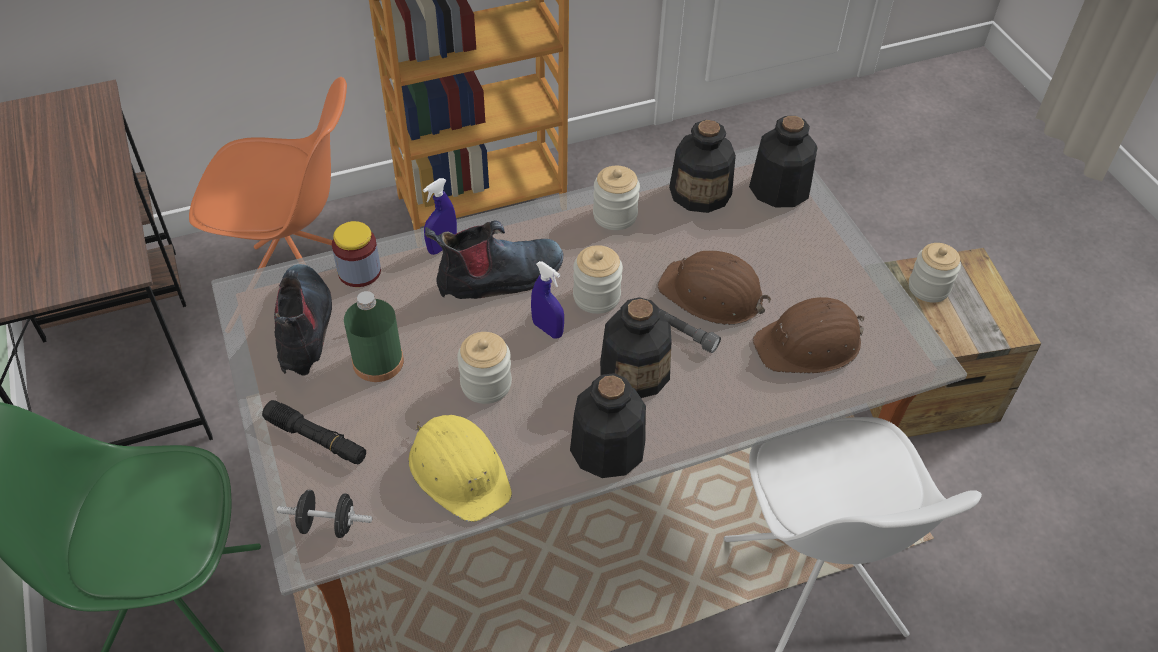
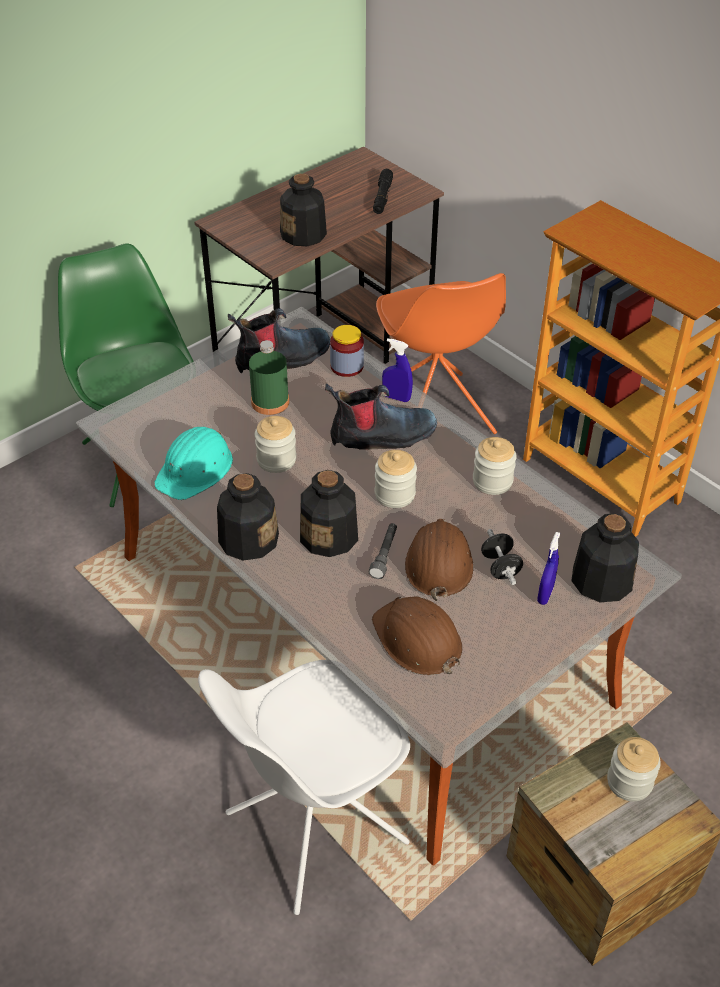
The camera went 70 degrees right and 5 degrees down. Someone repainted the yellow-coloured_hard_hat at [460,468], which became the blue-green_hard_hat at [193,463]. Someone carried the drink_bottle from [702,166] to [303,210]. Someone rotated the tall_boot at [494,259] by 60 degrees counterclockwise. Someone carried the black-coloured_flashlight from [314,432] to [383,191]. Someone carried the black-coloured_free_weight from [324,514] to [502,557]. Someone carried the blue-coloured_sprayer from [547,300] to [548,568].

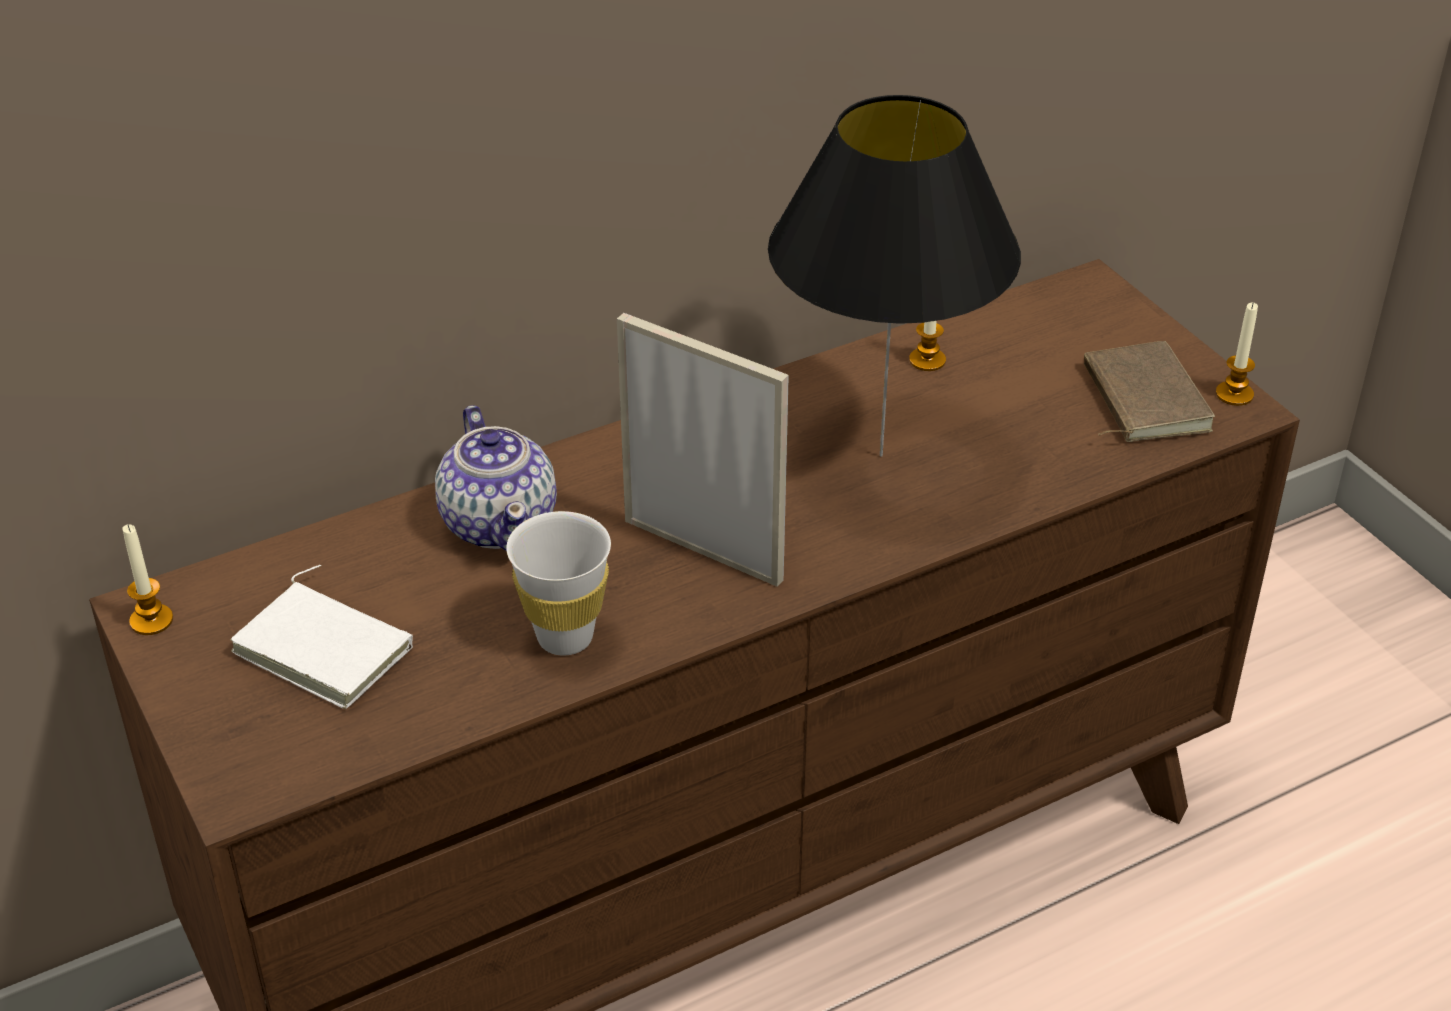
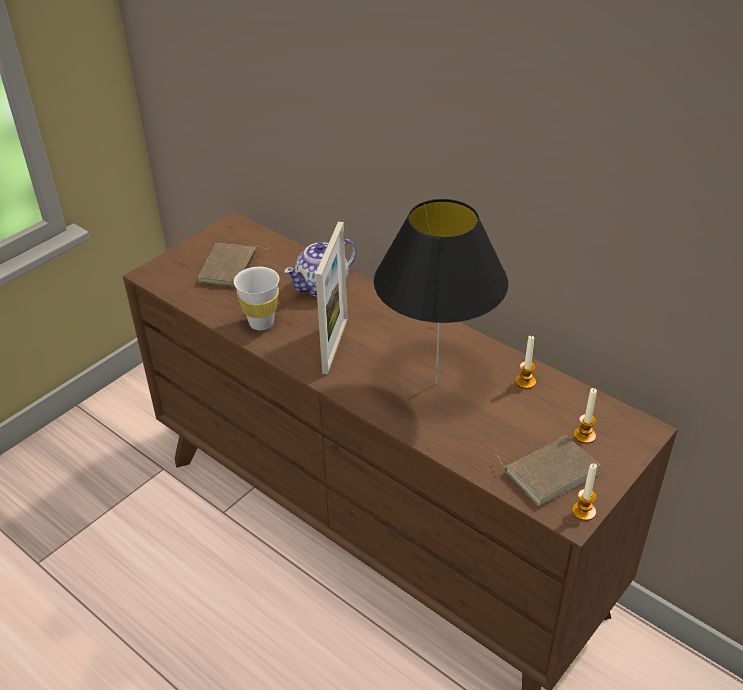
The camera went 70 degrees right and 0 degrees up. Someone repainted the whitish_bound_book at [321,637], which became the brownish_bound_book at [233,265]. Someone carried the wax_candle from [147,579] to [585,416].

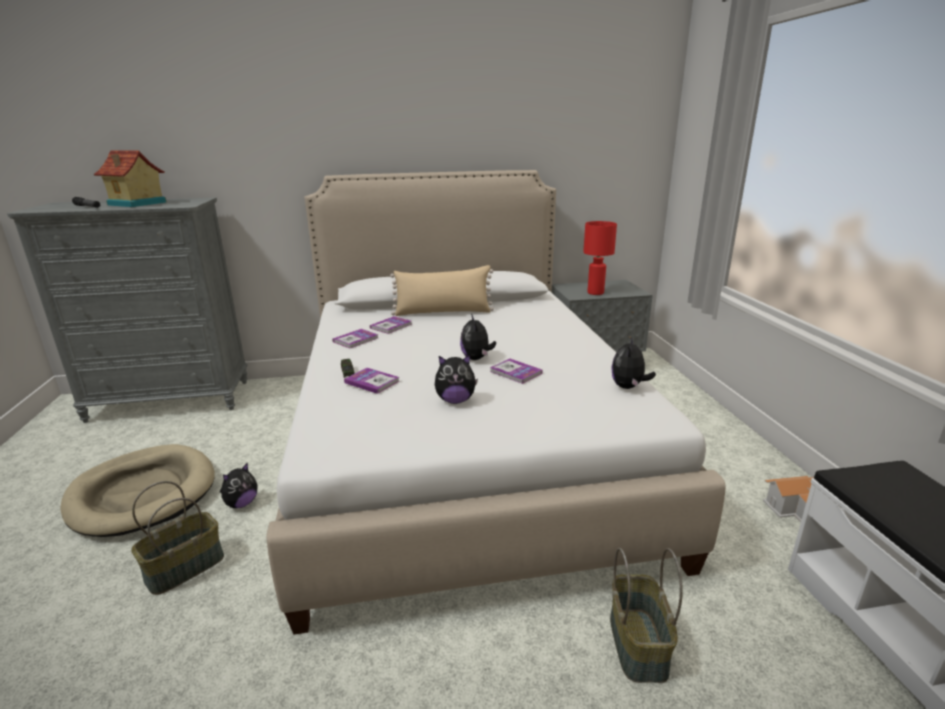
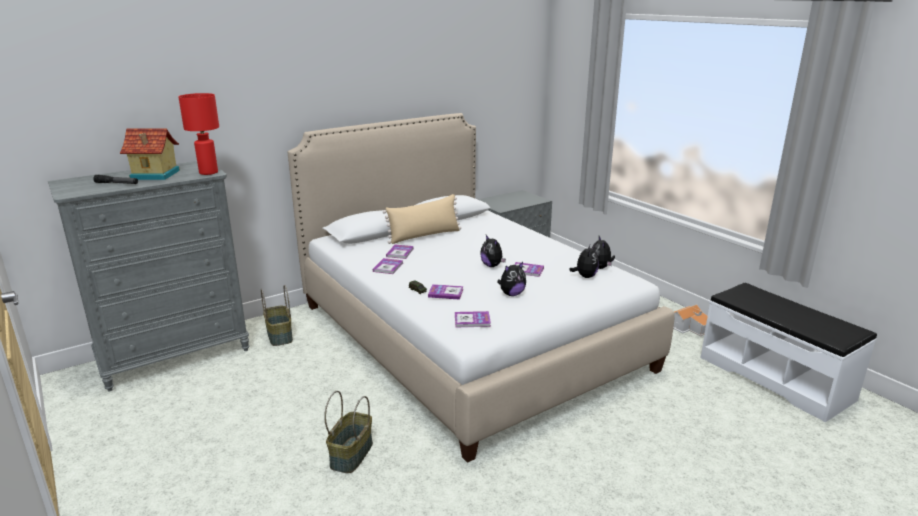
The camera went 25 degrees left and 0 degrees up. Someone carried the reddish_lamp_for_a_table from [600,258] to [198,134]. Someone carried the storage_basket from [646,615] to [277,315]. Someone put down the bound_book at [473,319]. Someone carried the soft_toy from [238,485] to [584,260]. Someone took away the beige-coloured_pet_bed at [138,490].

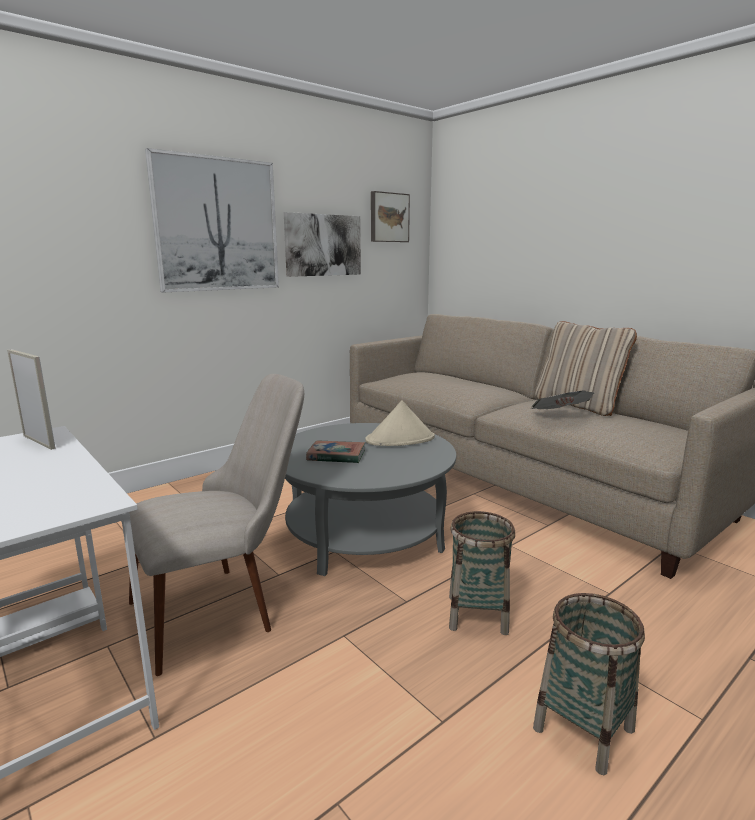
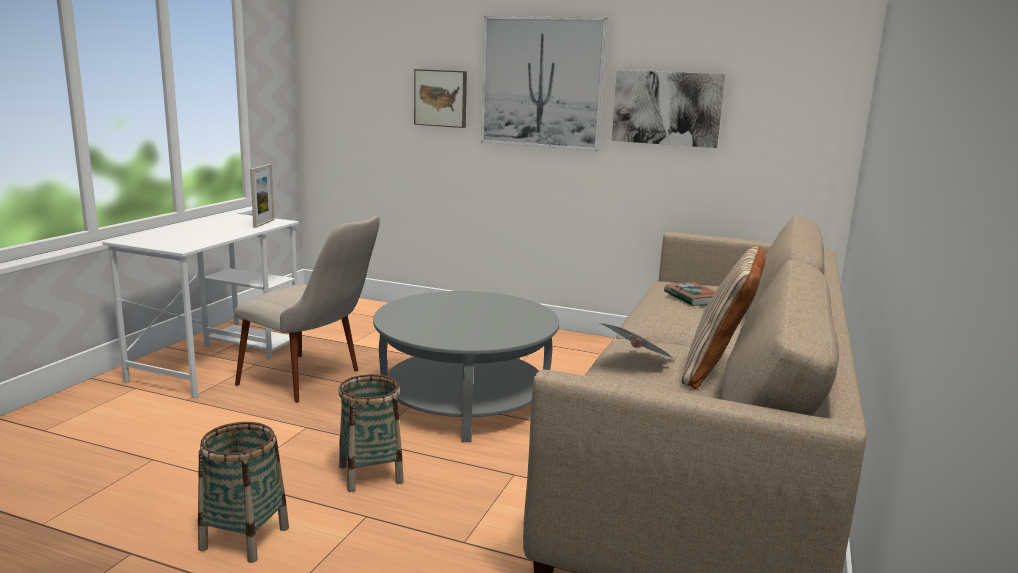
The camera went 60 degrees right and 0 degrees up. Someone carried the wall_art from [390,216] to [440,98]. Someone carried the bound_book from [335,451] to [689,294]. Someone took away the beige-coloured_hat at [400,423].

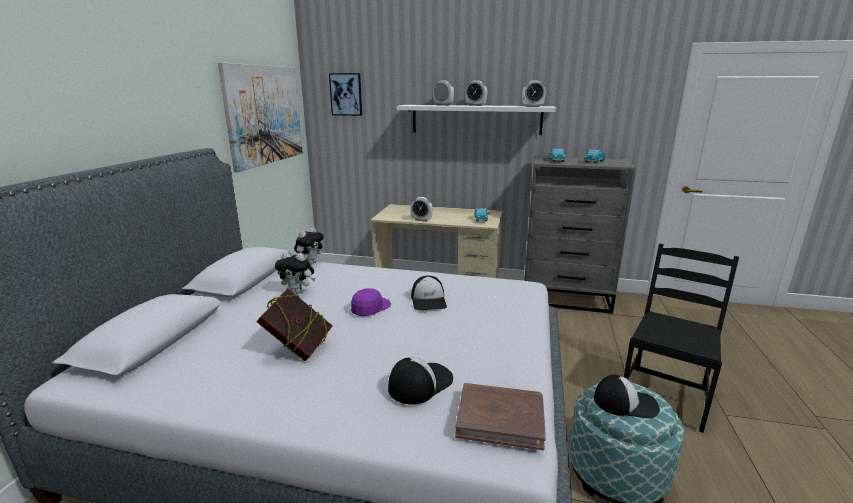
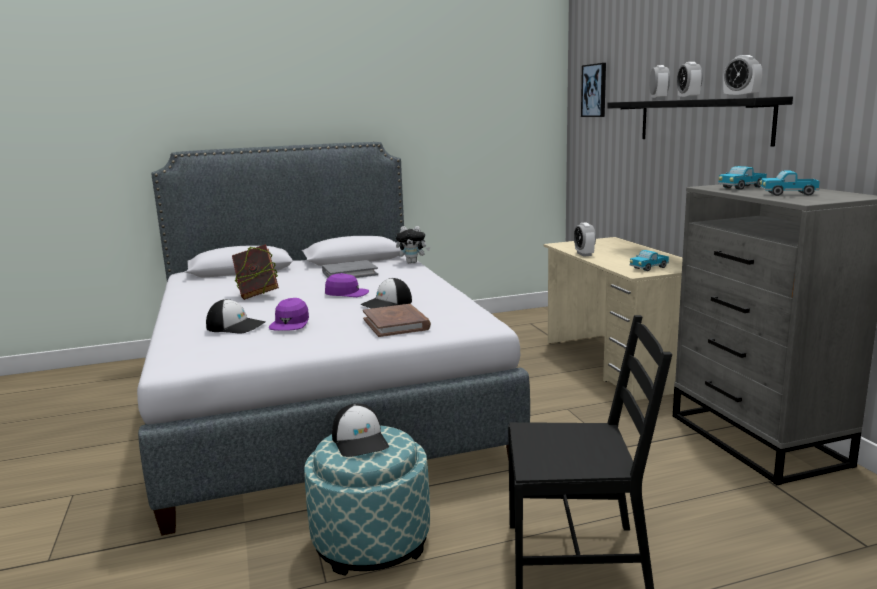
The camera went 60 degrees right and 5 degrees down. Someone put down the purple-coloured_cap at [289,314]. Someone swapped the soft_toy at [295,273] for the gray_bound_book at [350,269]. Someone carried the brownish_bound_book from [500,416] to [397,320]. Someone repainted the whitish_shelf at [476,120], which became the black-coloured_shelf at [700,121]. Someone took away the wall_art at [260,117].

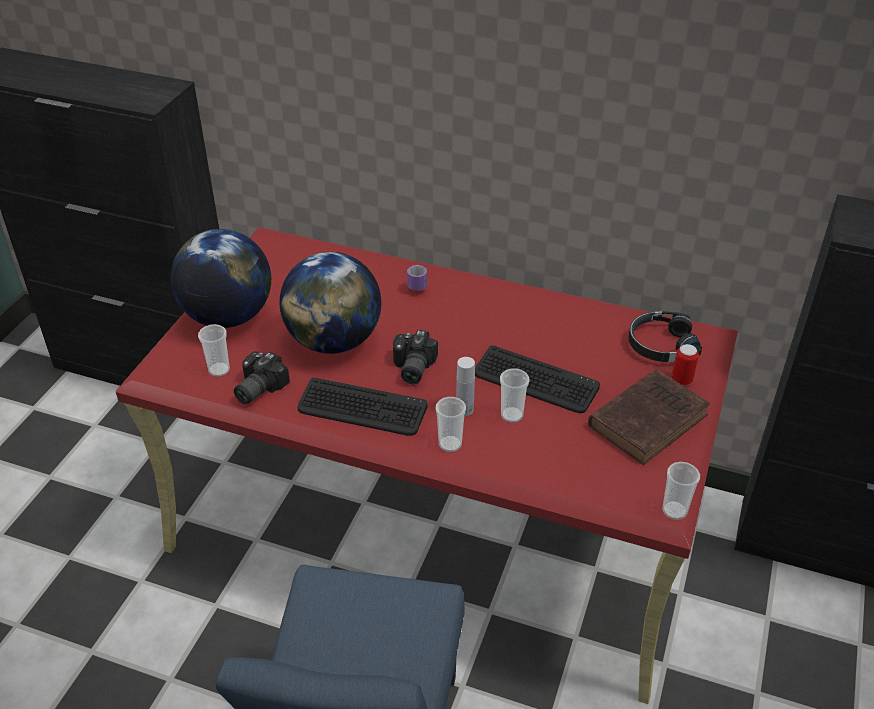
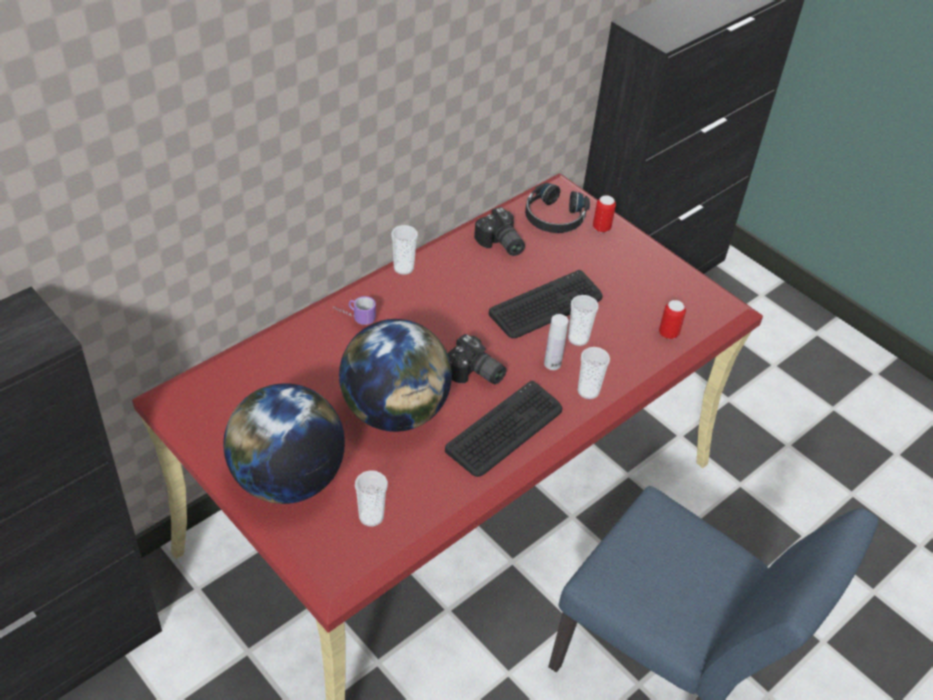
The camera went 65 degrees left and 5 degrees up. Someone carried the cup from [681,491] to [404,250]. Someone carried the photo_camera from [262,377] to [499,231]. Someone put down the can at [672,319]. Someone took away the brownish_bound_book at [649,417].

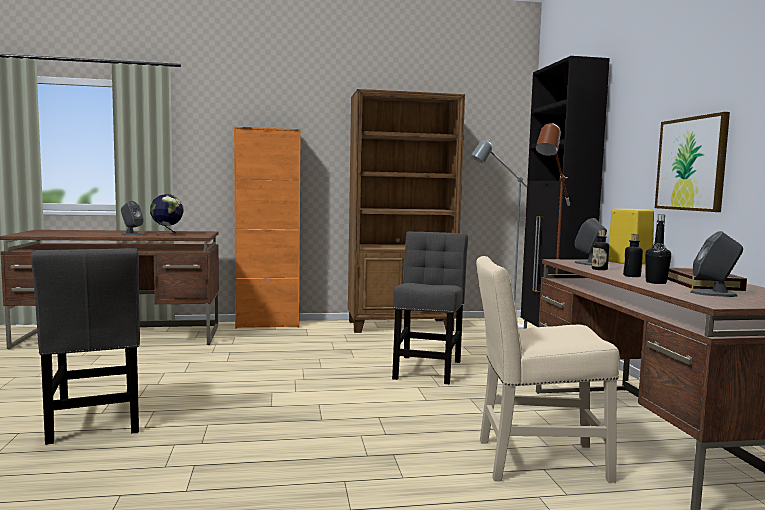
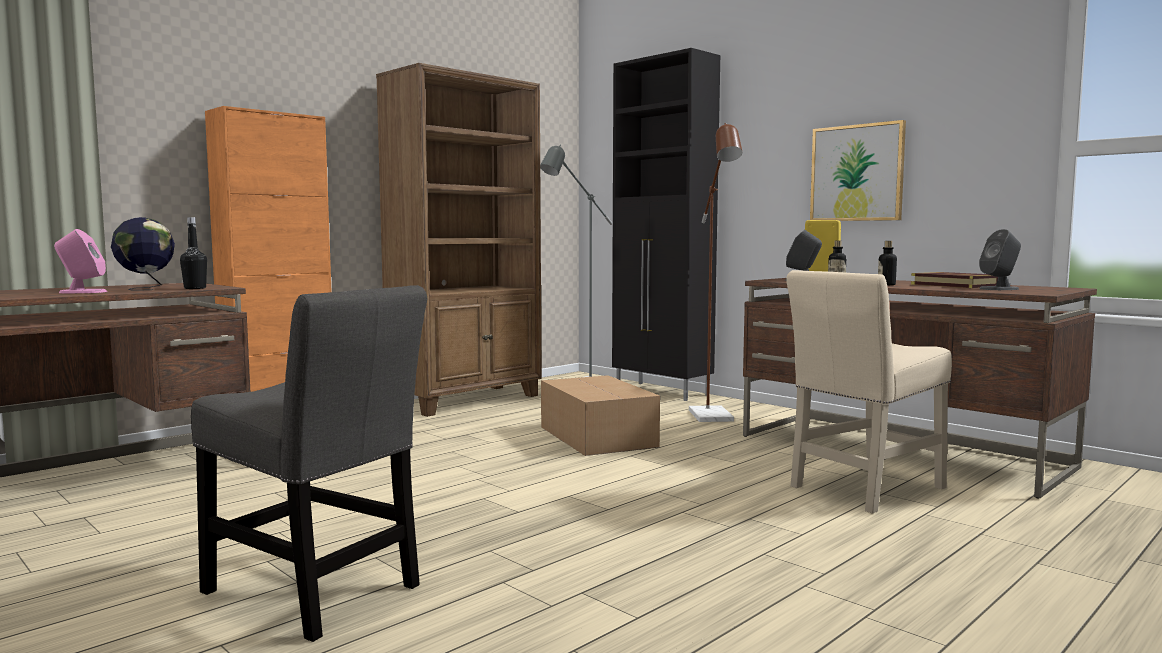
The camera went 35 degrees left and 0 degrees up. Someone repainted the gray_speaker at [132,218], which became the pink_speaker at [80,261]. Someone carried the black-coloured_drink_bottle from [658,249] to [193,253]. Someone swapped the gray_chair at [430,308] for the packing_box at [600,415].

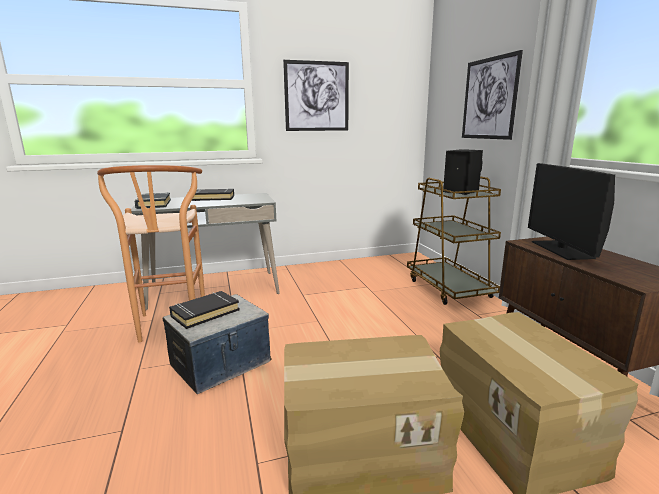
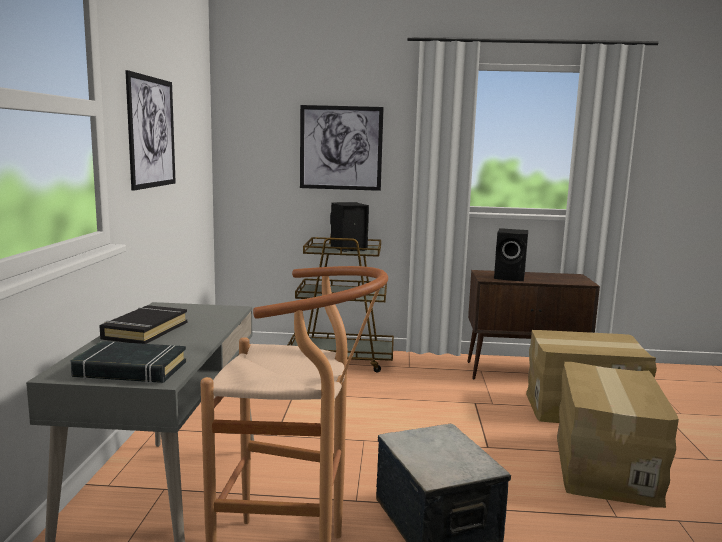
The camera went 70 degrees left and 5 degrees down. Someone swapped the computer_display at [571,211] for the black-coloured_speaker at [511,254]. Someone took away the black-coloured_bound_book at [204,310].

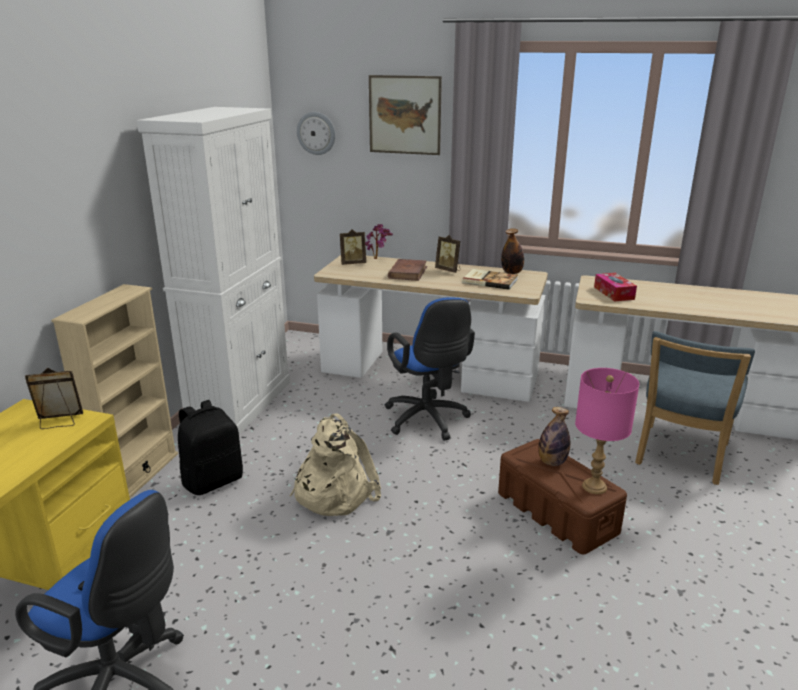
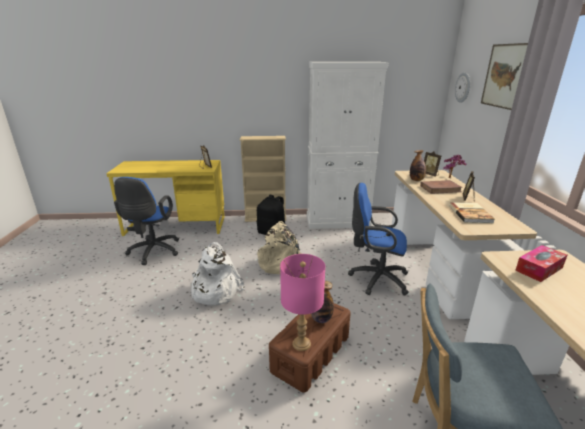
The camera went 70 degrees right and 0 degrees up. Someone put down the whitish_knapsack at [218,274]. Someone rotated the blue-coloured_office_chair at [430,369] by 60 degrees clockwise. Someone carried the drink_bottle from [512,251] to [418,165].

